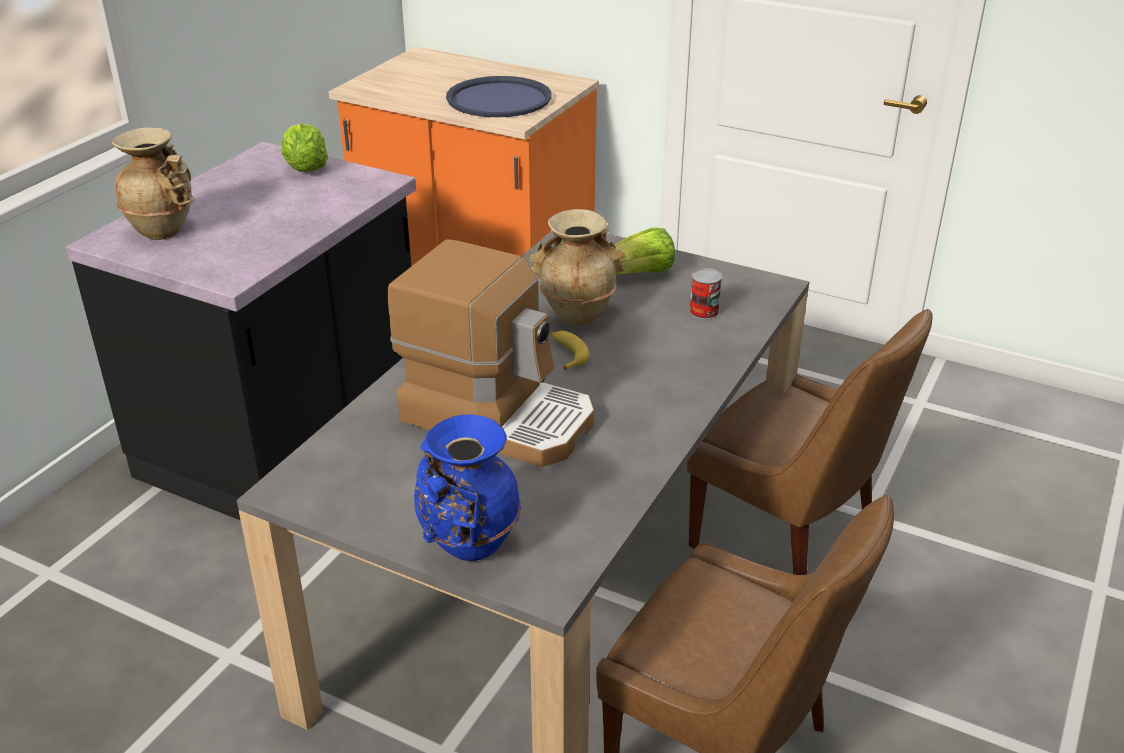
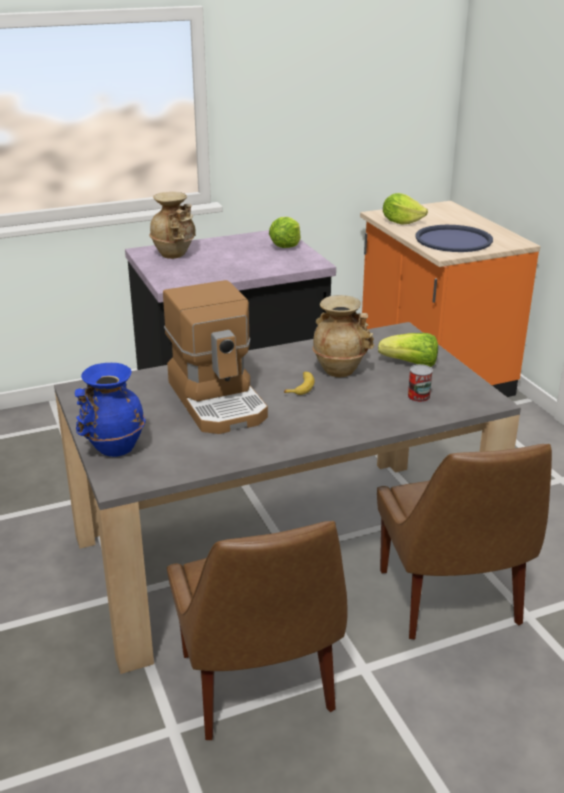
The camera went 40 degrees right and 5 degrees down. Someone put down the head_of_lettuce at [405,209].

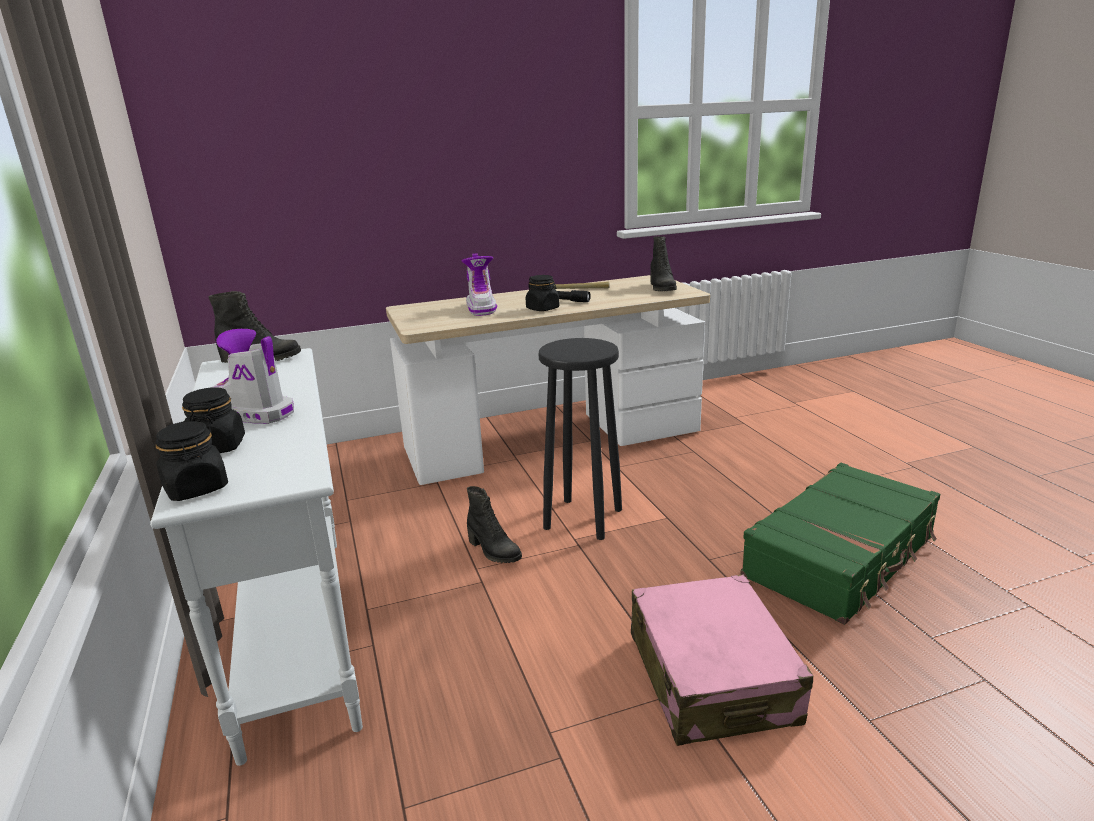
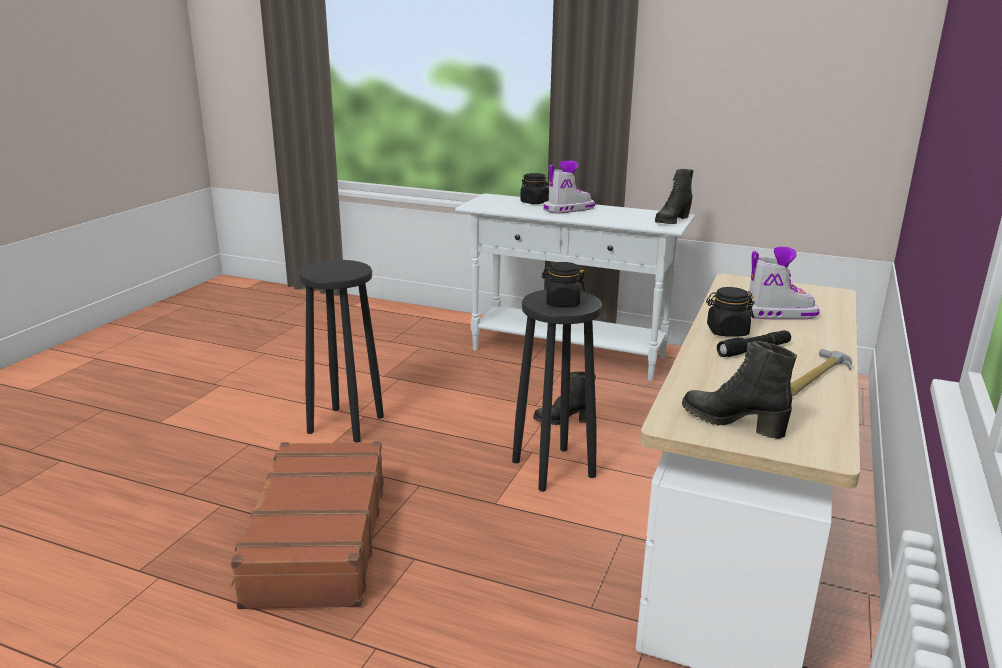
The camera went 130 degrees right and 0 degrees up. Someone repainted the green-coloured_piece_of_luggage at [840,544], which became the brownish_piece_of_luggage at [307,525]. Someone swapped the pink_piece_of_luggage at [722,660] for the black-coloured_stool at [341,351]. Someone carried the black-coloured_jar from [192,461] to [563,284]. Someone rotated the tall_boot at [479,284] by 150 degrees clockwise.

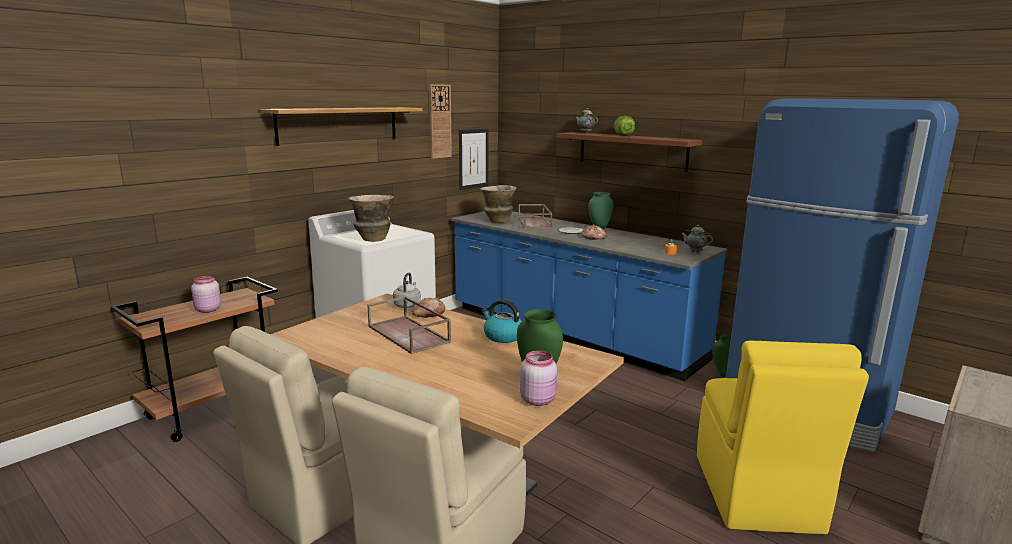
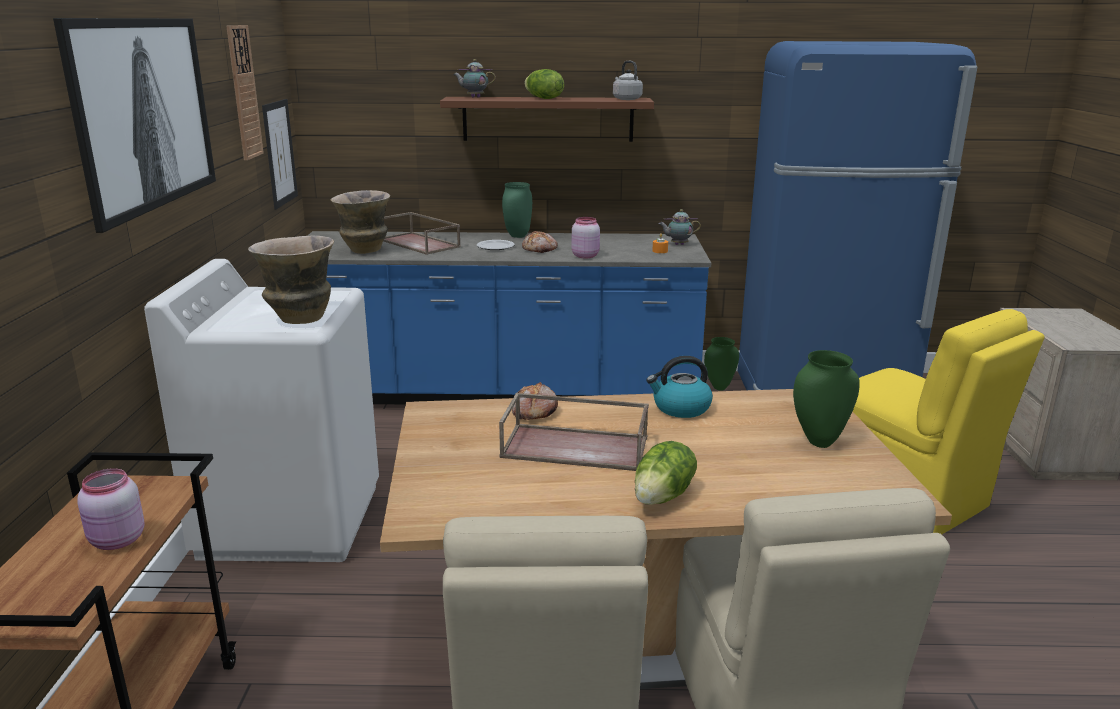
The camera went 40 degrees left and 5 degrees up. Someone swapped the shelf at [341,126] for the wall_art at [134,125]. Someone carried the pink_jar from [538,378] to [586,238]. Someone carried the gray_tea_kettle from [407,290] to [628,80]. Someone put down the head_of_lettuce at [666,473].

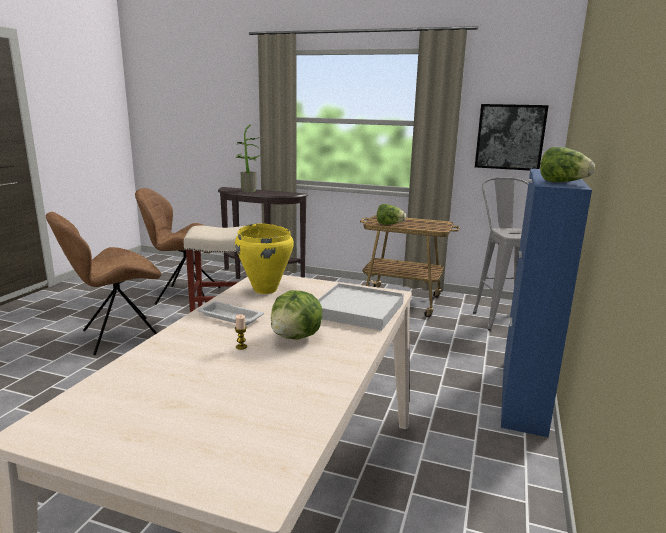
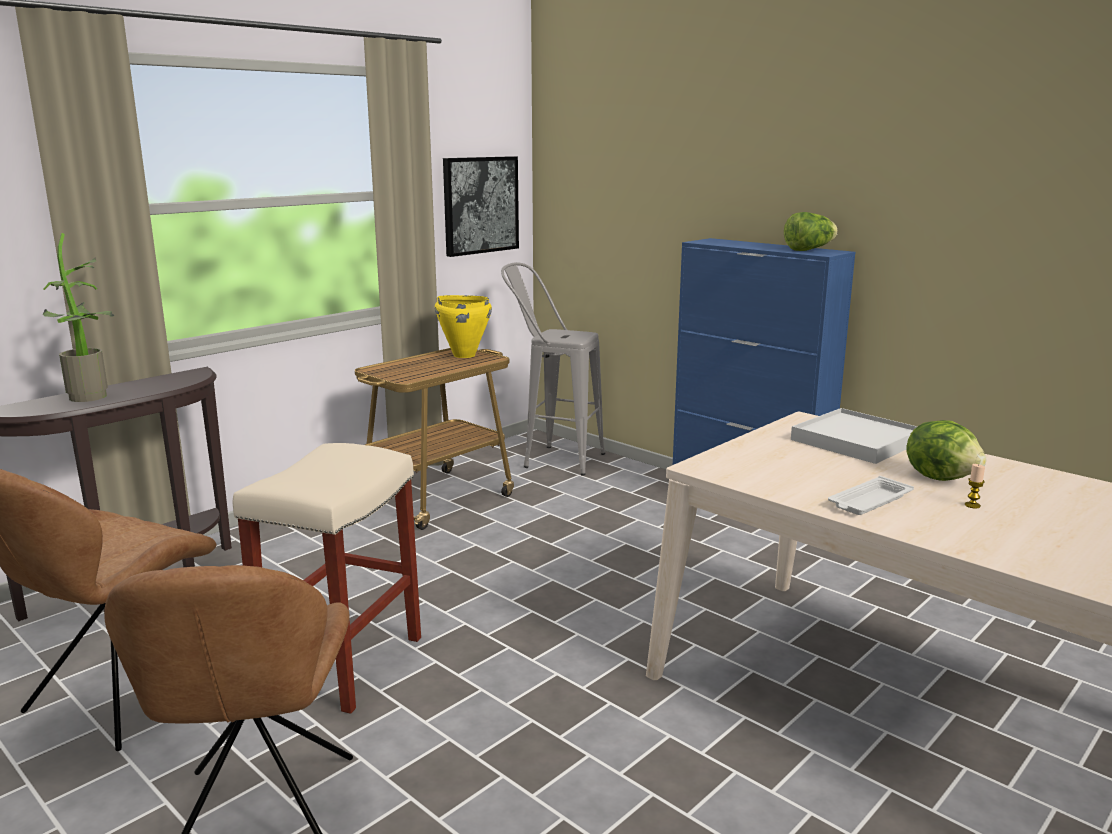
The camera went 65 degrees left and 0 degrees up. Someone carried the yellow-coloured_stockpot from [264,258] to [463,326]. Someone took away the head_of_lettuce at [391,214].

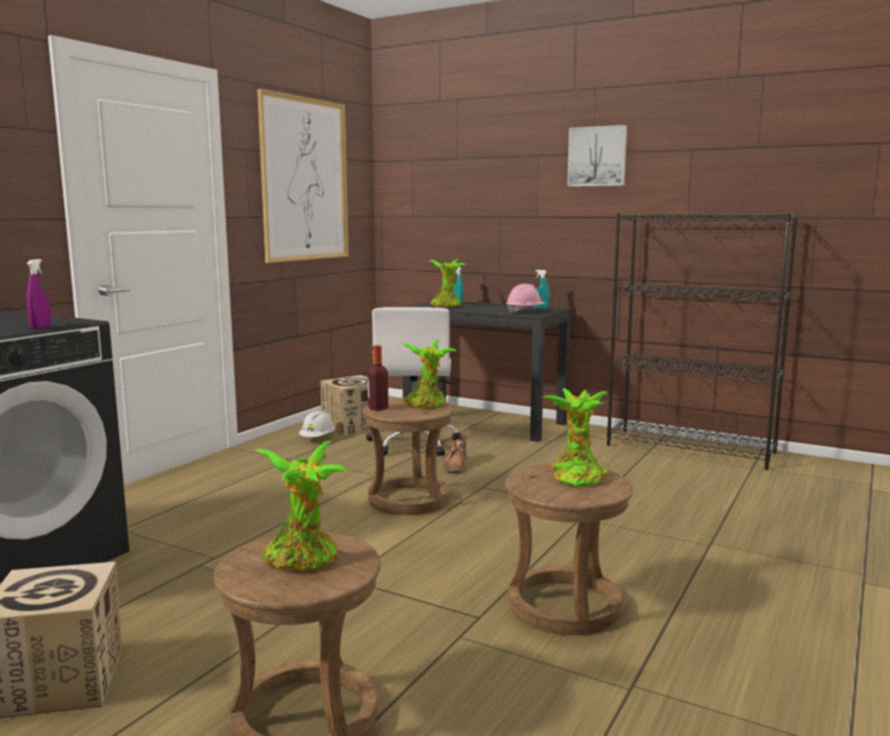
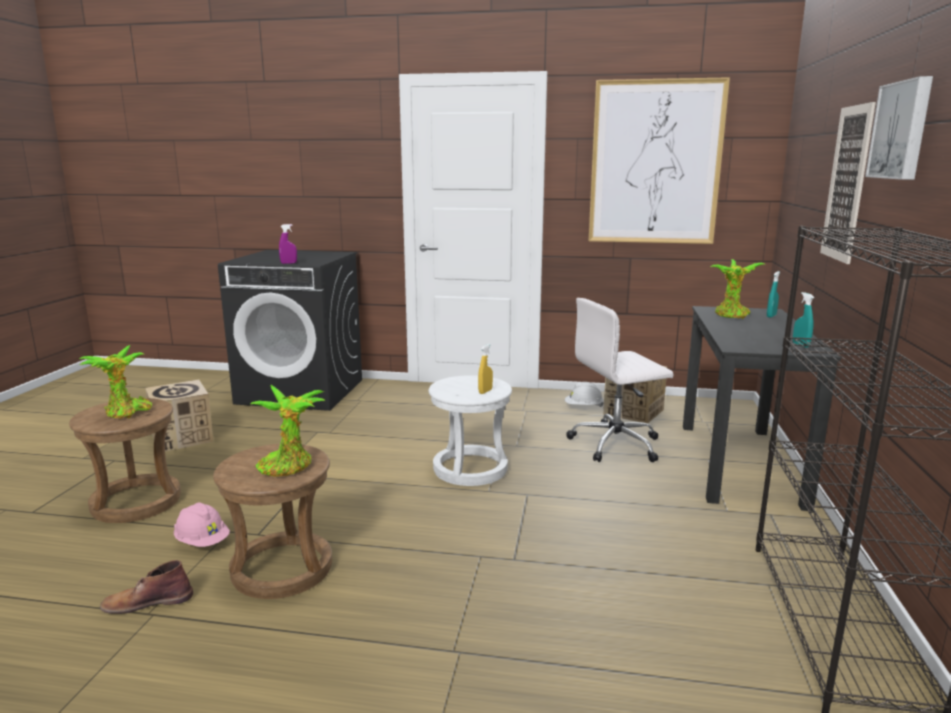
The camera went 70 degrees right and 5 degrees up. Someone carried the brownish_tall_boot from [455,452] to [146,587]. Someone carried the pink_hard_hat from [526,299] to [202,524]. Someone repainted the brownish_stool at [408,456], which became the whitish_stool at [470,430]. Someone swapped the houseplant at [428,373] for the yellow-coloured_sprayer at [485,369]. Someone put up the wall_art at [848,183]. Someone took away the drink_bottle at [378,378].

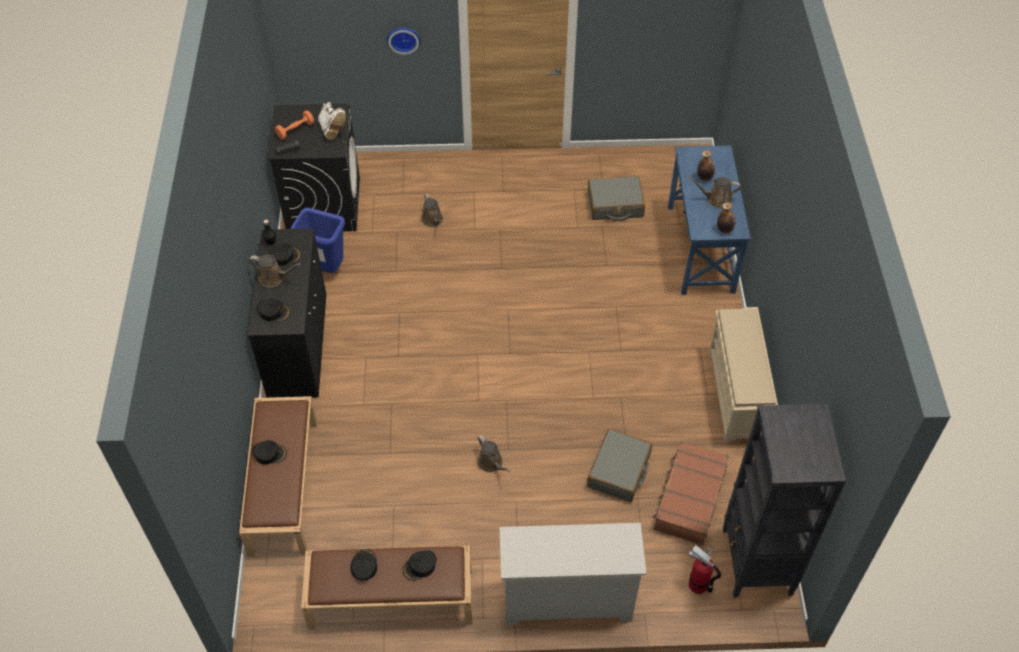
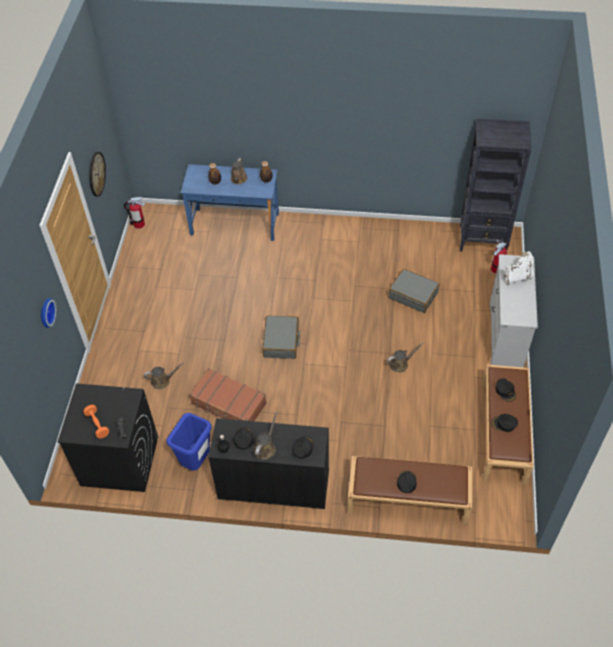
The camera went 80 degrees left and 0 degrees up. Someone put up the clock_on_the_wall at [97,174]. Someone put down the fire-fighting_cylinder at [134,213]. Someone carried the brownish_piece_of_luggage from [690,493] to [227,394]. Someone carried the gray_piece_of_luggage from [616,198] to [281,337]. Someone carried the whitish_tall_boot from [332,121] to [519,268]. Someone took away the beige-coloured_shoe_stand at [743,375].

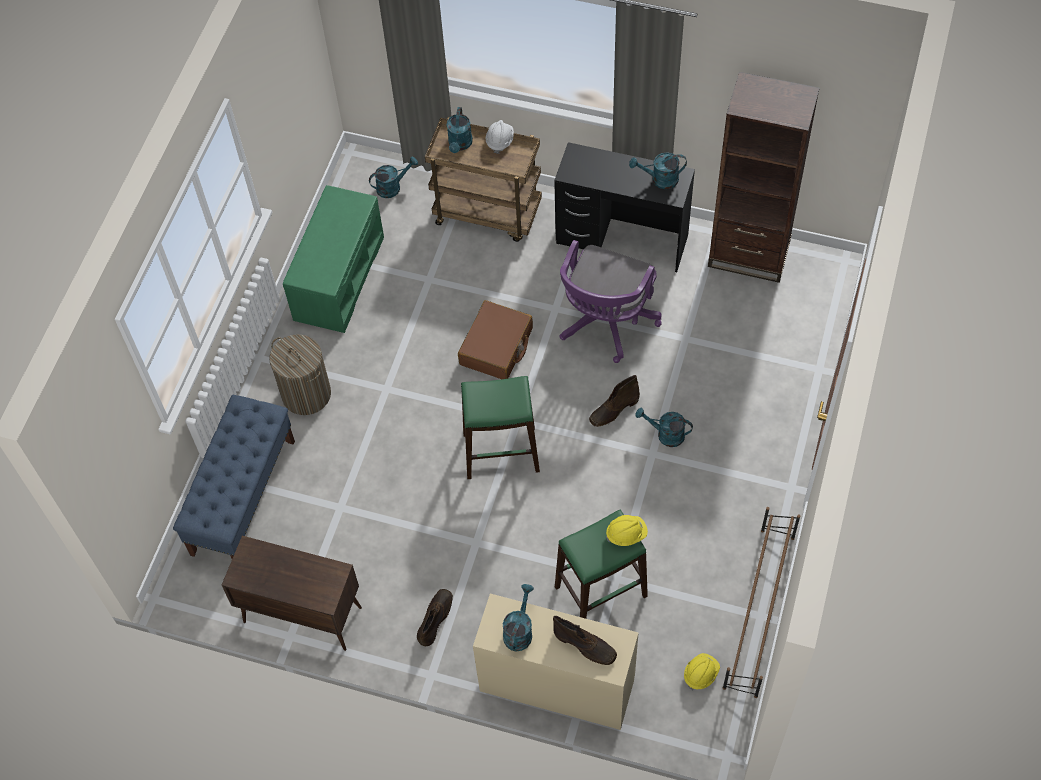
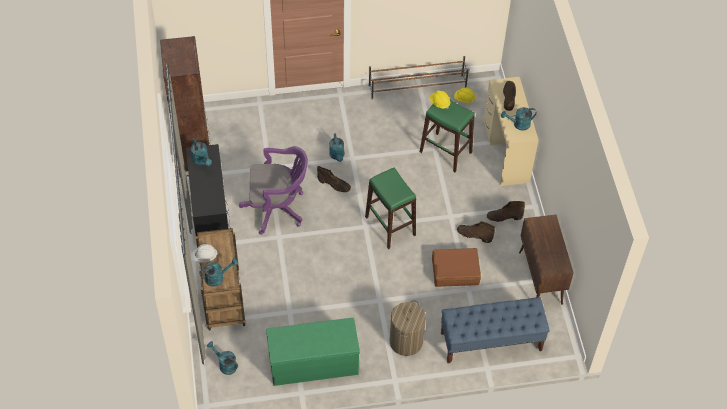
The camera went 120 degrees left and 5 degrees down. Someone carried the brownish_piece_of_luggage from [495,339] to [456,267]. Someone put down the brownish_tall_boot at [476,232].

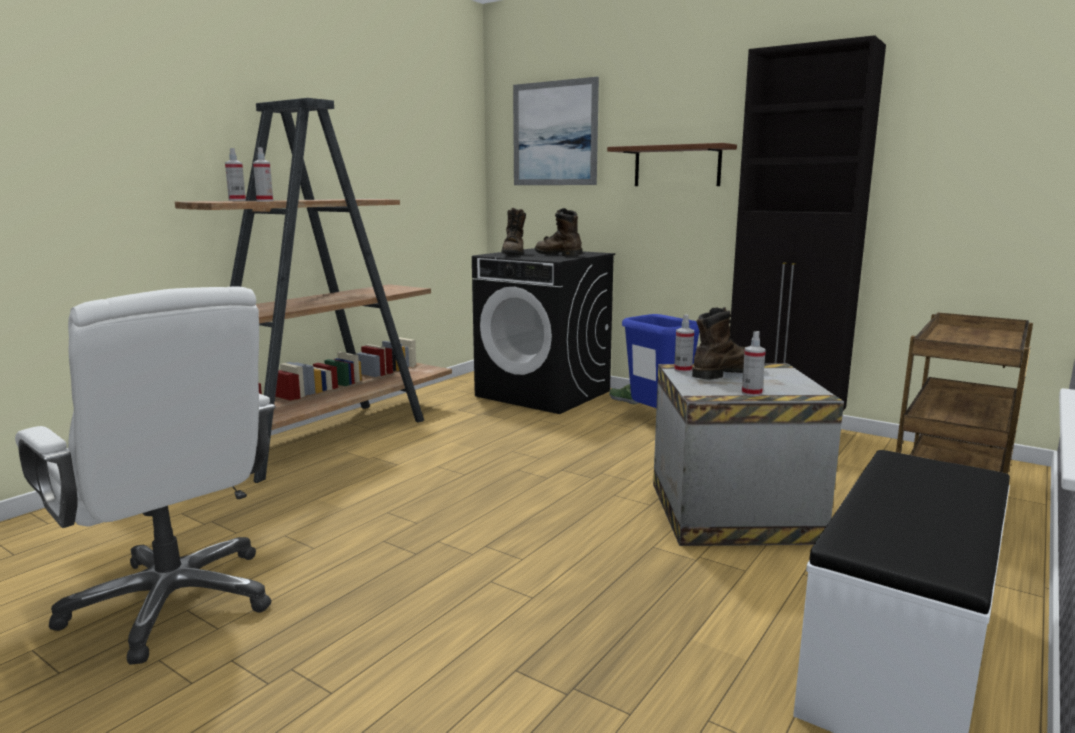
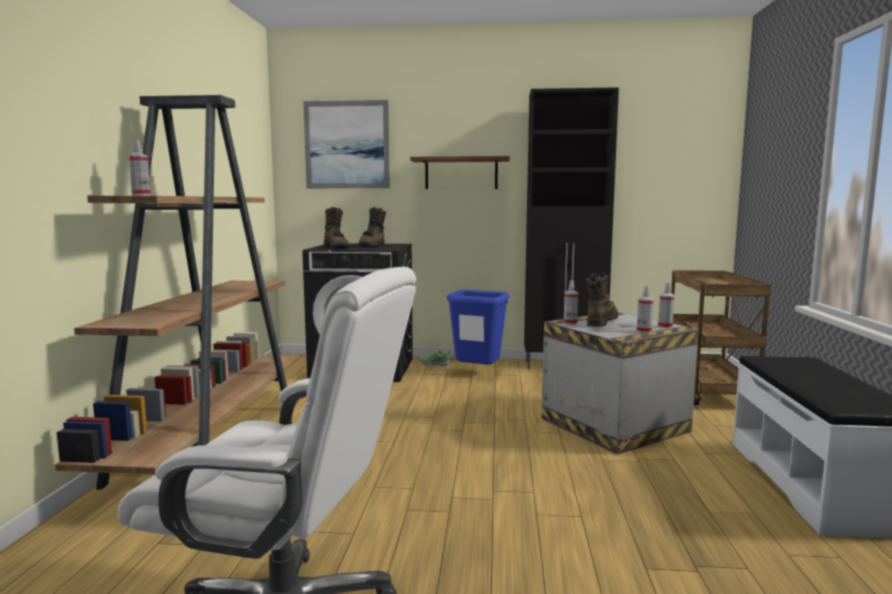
The camera went 30 degrees left and 5 degrees down. Someone rotated the brownish_tall_boot at [559,232] by 90 degrees counterclockwise. Someone carried the sprayer from [263,174] to [666,305].

